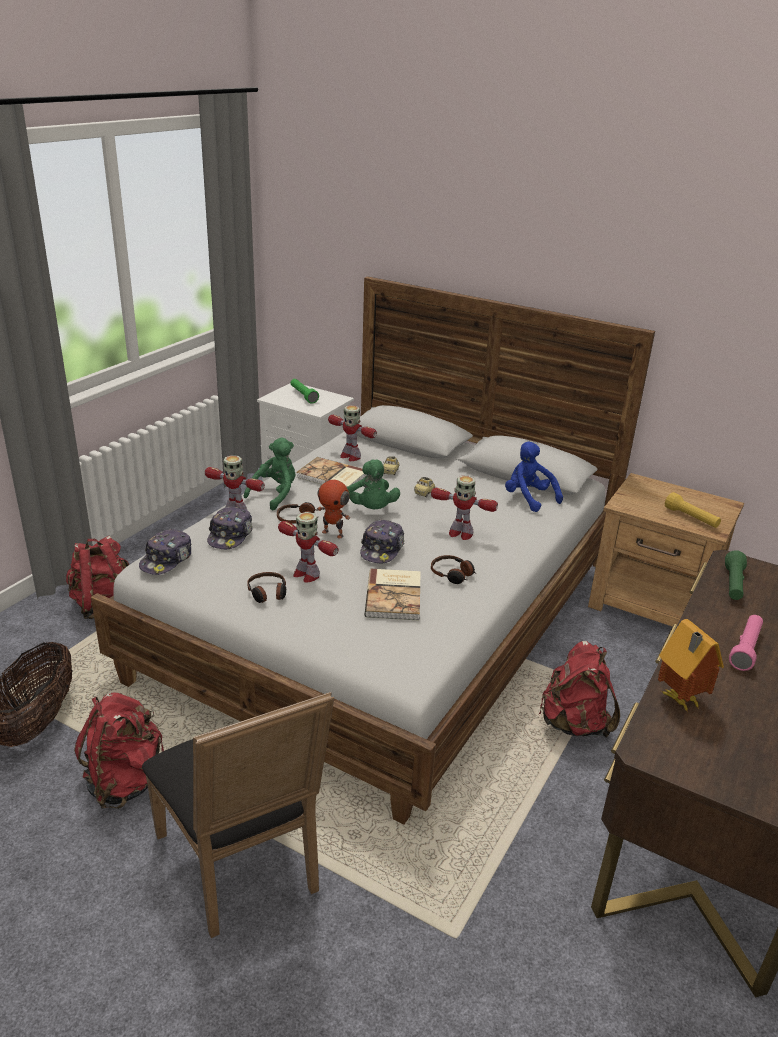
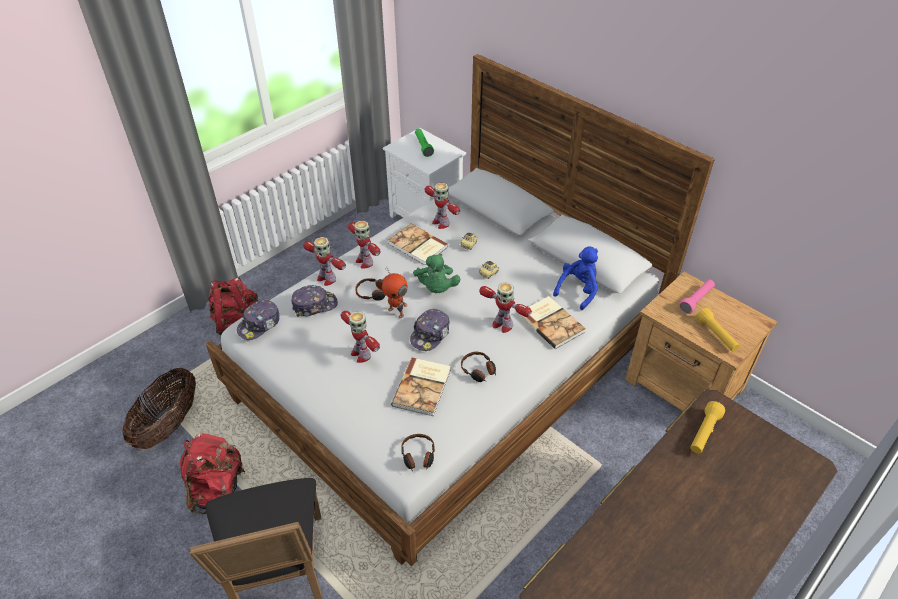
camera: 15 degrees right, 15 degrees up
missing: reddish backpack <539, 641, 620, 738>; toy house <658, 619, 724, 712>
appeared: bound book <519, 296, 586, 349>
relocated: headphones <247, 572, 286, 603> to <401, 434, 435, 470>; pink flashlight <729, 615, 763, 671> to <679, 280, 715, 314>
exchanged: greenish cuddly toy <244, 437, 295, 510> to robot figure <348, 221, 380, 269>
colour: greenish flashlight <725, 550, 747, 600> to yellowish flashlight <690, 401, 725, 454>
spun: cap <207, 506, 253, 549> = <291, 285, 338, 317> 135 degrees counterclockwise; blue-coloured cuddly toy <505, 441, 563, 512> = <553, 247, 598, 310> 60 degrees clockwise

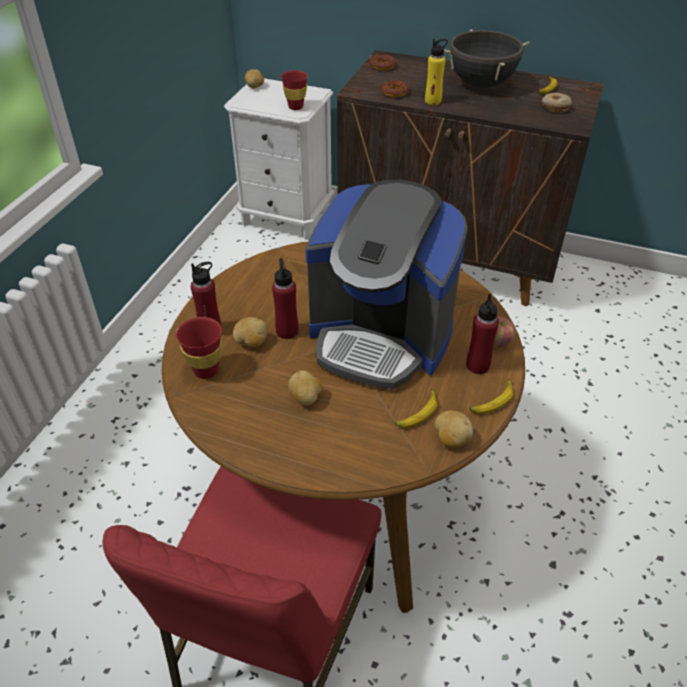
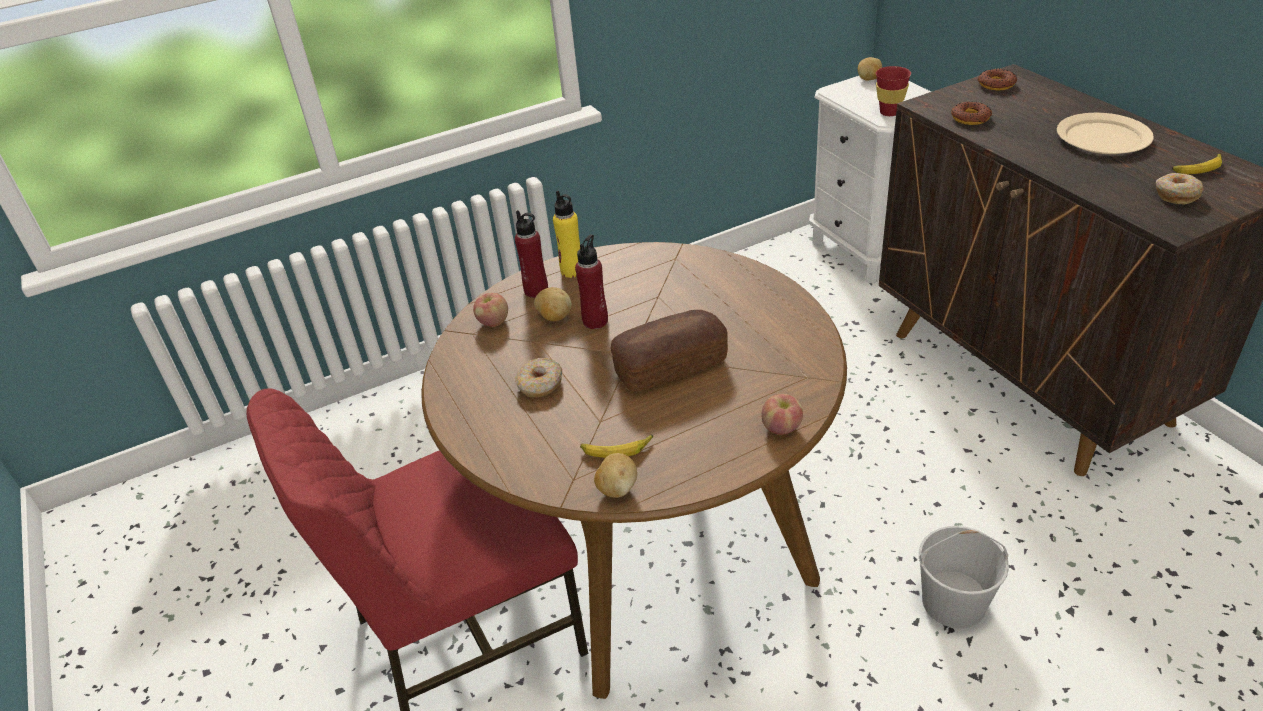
camera: 45 degrees right, 5 degrees down
missing: reddish drink bottle <466, 294, 499, 374>; banana fruit <470, 379, 513, 414>
appeared: white-coloured water bucket <919, 526, 1009, 629>
relocated: yellowish drink bottle <425, 39, 448, 105> to <553, 191, 580, 278>
exchanged: reddish small cup <176, 317, 222, 379> to apple fruit <473, 293, 508, 327>; whole potato <288, 370, 322, 405> to donut <515, 358, 562, 397>; coffee maker <305, 180, 467, 389> to baked bread <611, 310, 728, 392>; blackish saucepot <444, 29, 529, 88> to sand-coloured dinner plate <1057, 113, 1154, 154>

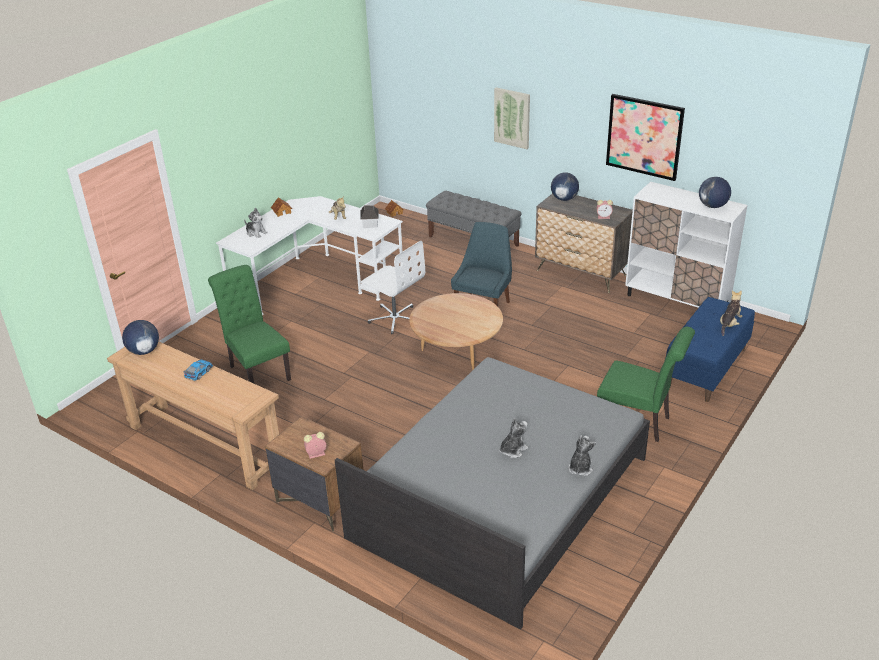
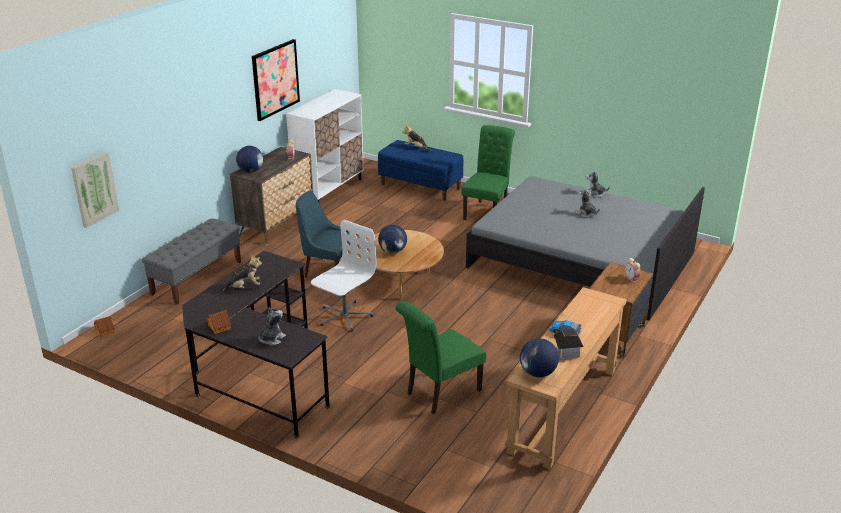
camera: 95 degrees left, 5 degrees down
relocated: toy house <360, 205, 378, 228> to <554, 329, 584, 359>; picture <494, 87, 530, 149> to <71, 152, 119, 228>; desk globe <699, 177, 731, 208> to <378, 225, 407, 254>
colour: white-coloured desk unit <216, 196, 403, 315> to blackish desk unit <182, 251, 330, 438>

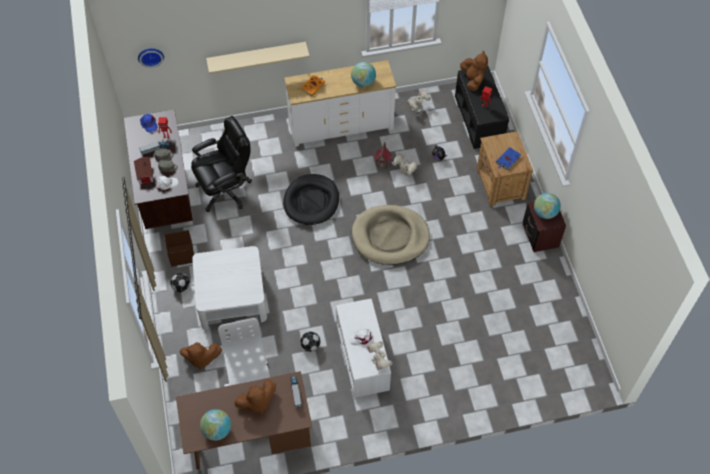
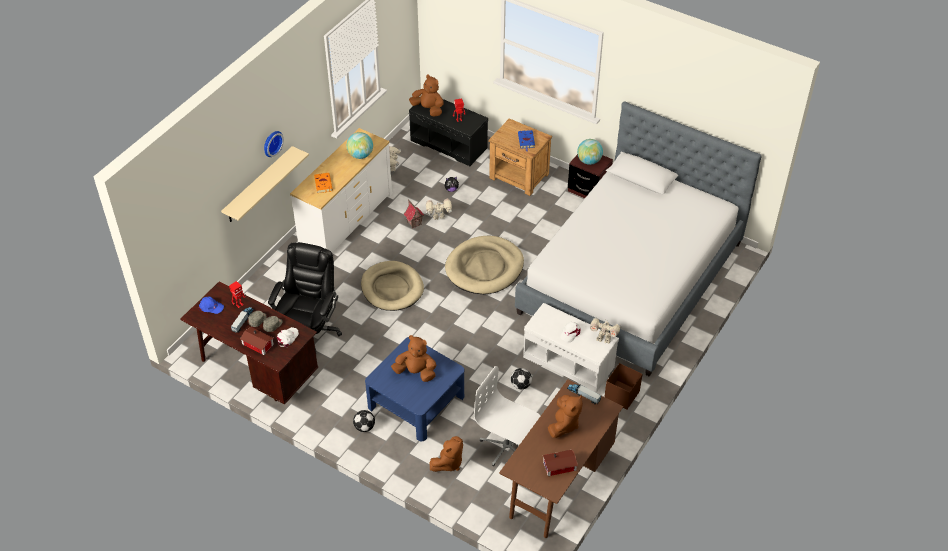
camera: 45 degrees left, 10 degrees down
appeared: brownish cuddly toy <391, 335, 436, 382>; sleeping bed <515, 101, 762, 376>
relocated: wall clock <138, 48, 164, 68> to <264, 131, 284, 157>; brownish storage box <165, 230, 194, 267> to <604, 363, 643, 409>
exchanged: desk globe <200, 409, 231, 441> to toy house <543, 450, 578, 476>
colour: white-coloured coffee table <192, 246, 267, 330> to blue-coloured coffee table <365, 337, 464, 441>; blackish pet bed <283, 174, 339, 225> to sand-coloured pet bed <361, 261, 424, 311>

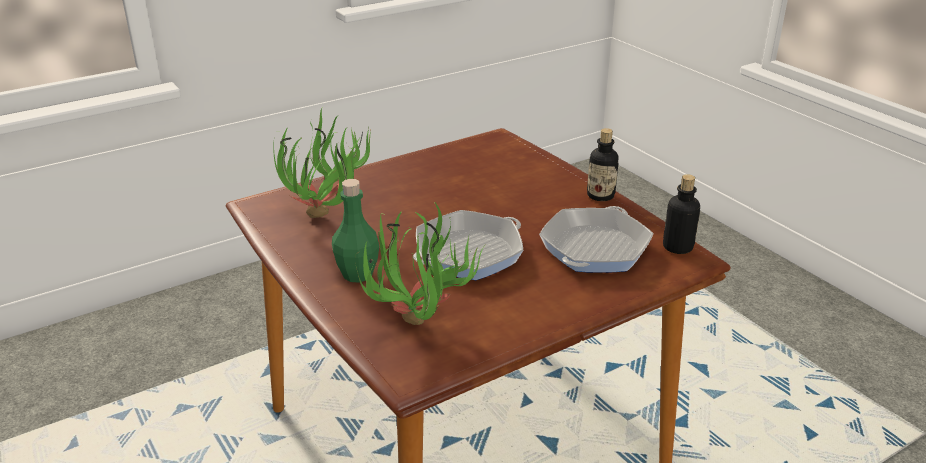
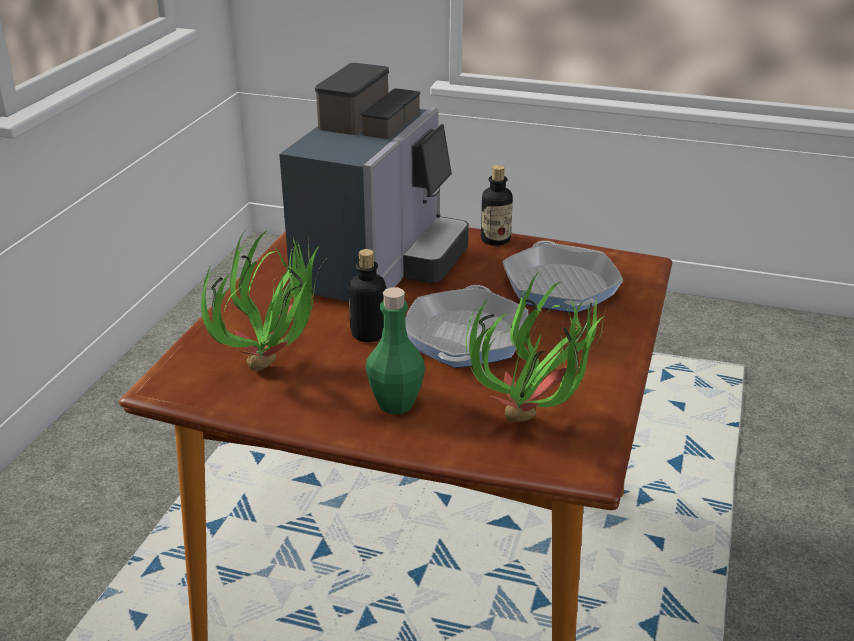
camera: 40 degrees left, 0 degrees up
appeared: coffee maker <279, 63, 469, 302>
relocated: drink bottle <663, 174, 700, 254> to <348, 249, 387, 342>

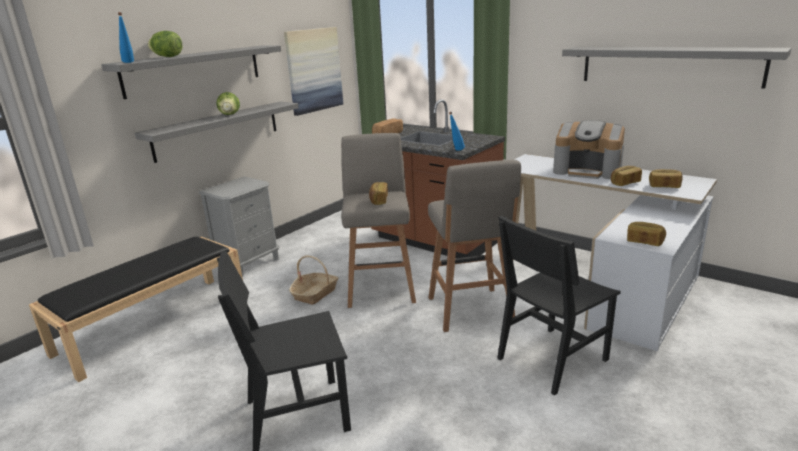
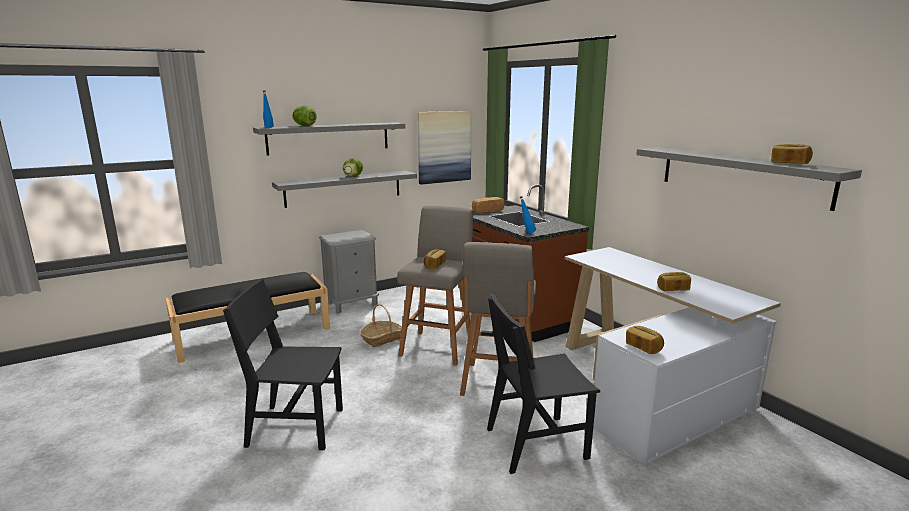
camera: 20 degrees right, 5 degrees down
missing: coffee maker <553, 120, 625, 179>
relocated: baked bread <649, 169, 683, 188> to <771, 144, 813, 164>

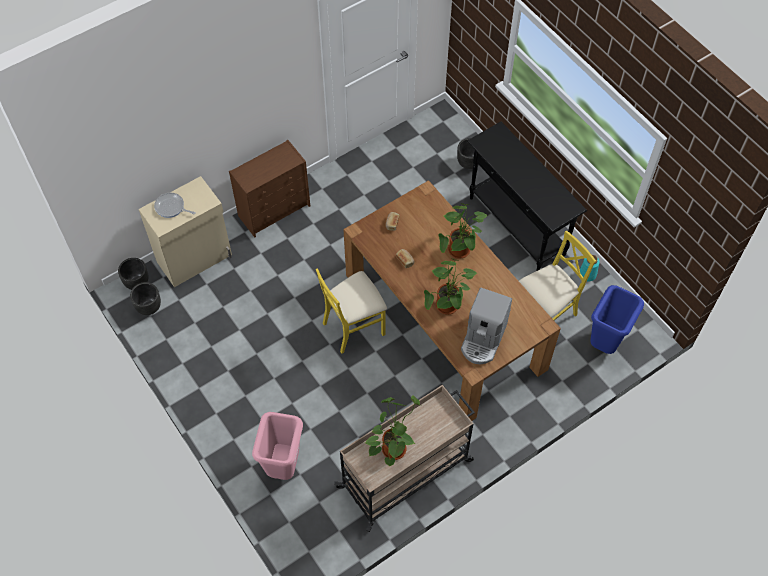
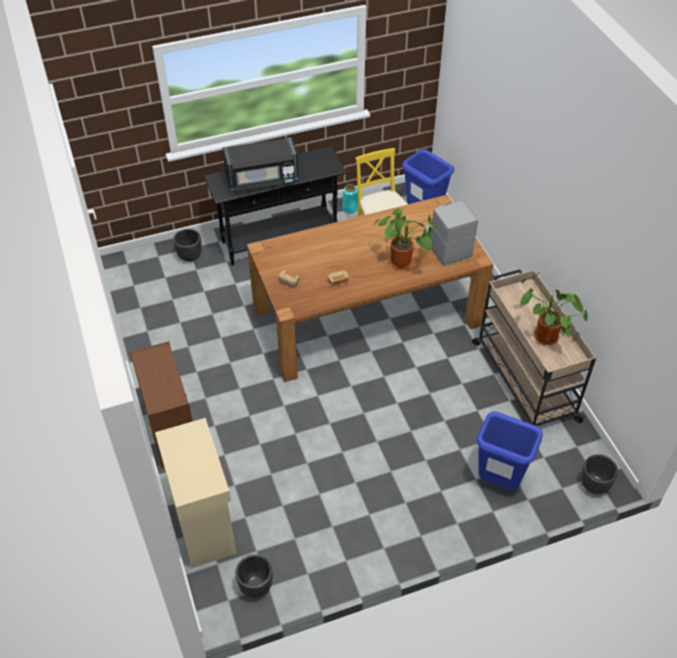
camera: 75 degrees left, 10 degrees down
missing: pan <154, 193, 196, 218>; yellowish chair <316, 268, 387, 354>; potted plant <439, 203, 488, 259>
appeared: blackish microwave oven <223, 137, 299, 193>
relocated: blackish flower pot <118, 258, 149, 290> to <581, 454, 618, 494>
colour: pink waste bin <252, 412, 303, 480> to blue-coloured waste bin <477, 411, 543, 490>
spun: coffee maker <461, 287, 512, 364> = <423, 201, 478, 266> 150 degrees counterclockwise

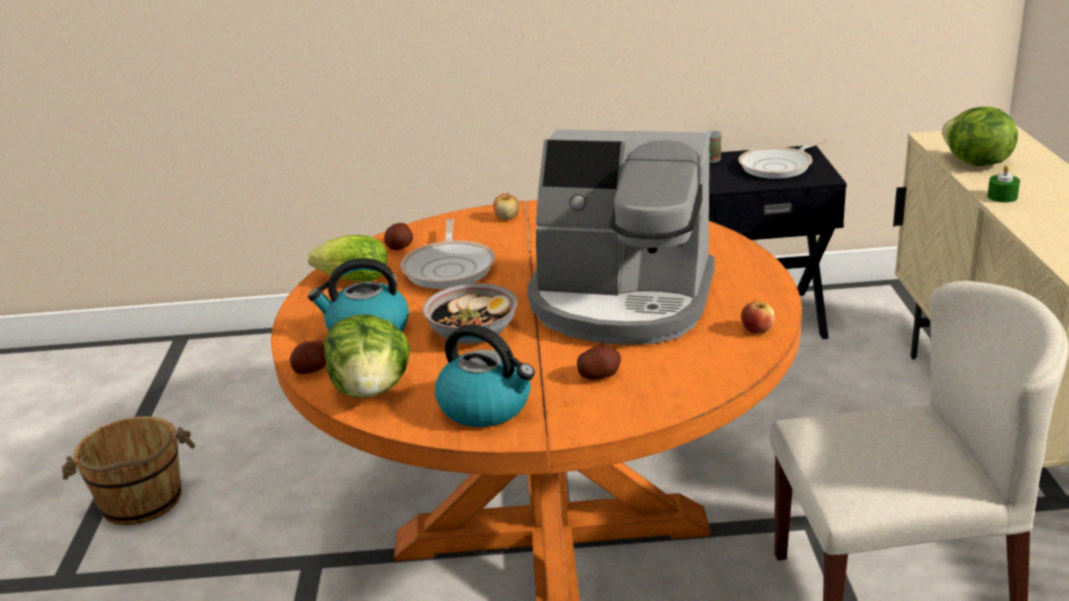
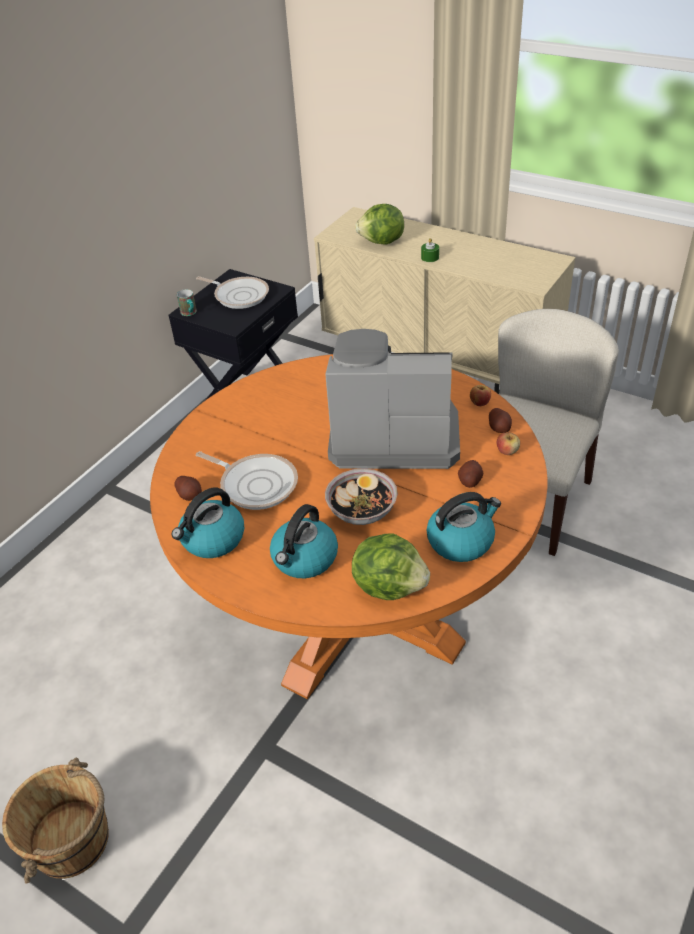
camera: 55 degrees left, 15 degrees up
relocated: whole potato <290, 340, 326, 374> to <489, 408, 512, 433>; apple fruit <494, 192, 519, 220> to <497, 431, 520, 455>
exchanged: lettuce head <308, 235, 388, 282> to tea kettle <171, 487, 244, 558>
spun: coffee maker <527, 129, 715, 345> = <325, 329, 460, 469> 135 degrees counterclockwise; pan <738, 139, 829, 179> = <196, 276, 269, 309> 60 degrees counterclockwise

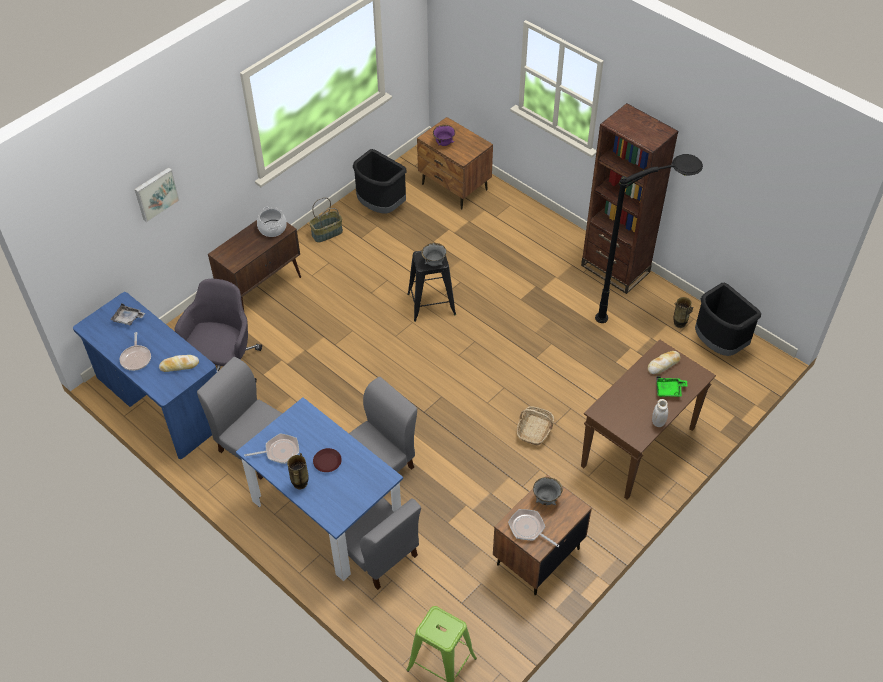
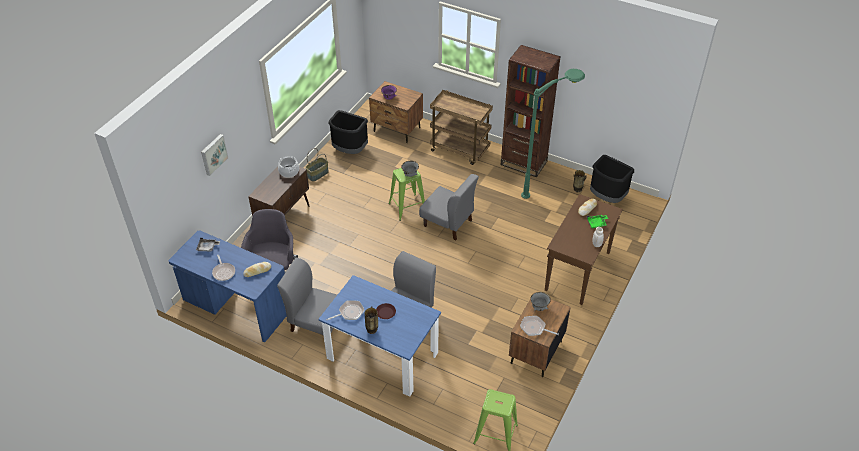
camera: 15 degrees left, 5 degrees down
missing: basket <517, 406, 554, 445>
appeared: brownish cart <430, 90, 493, 165>
relocated: grey chair <328, 497, 421, 590> to <419, 174, 479, 241>
colour: blackish stool seat <407, 251, 456, 322> to greenish stool seat <389, 168, 425, 221>; blackish floor lamp <595, 154, 703, 323> to greenish floor lamp <521, 69, 585, 199>

